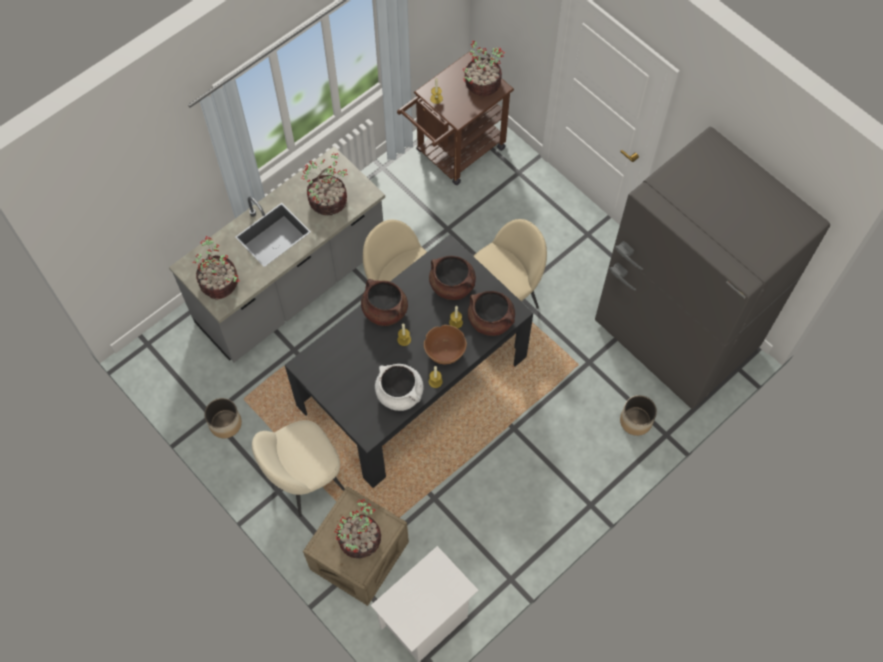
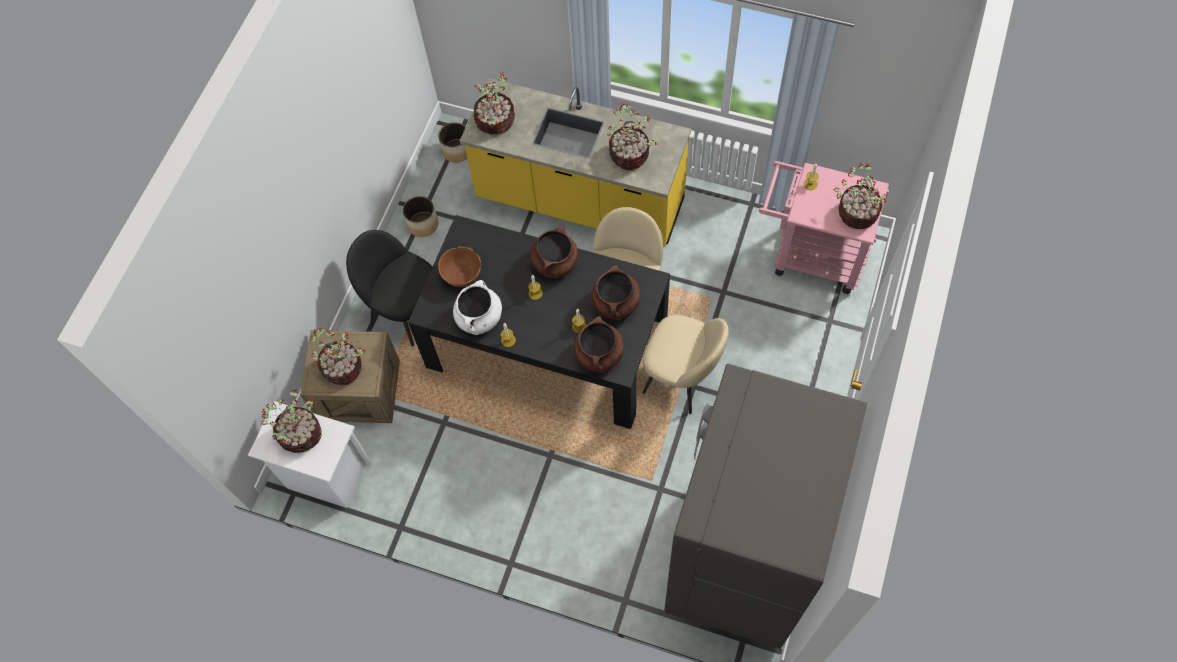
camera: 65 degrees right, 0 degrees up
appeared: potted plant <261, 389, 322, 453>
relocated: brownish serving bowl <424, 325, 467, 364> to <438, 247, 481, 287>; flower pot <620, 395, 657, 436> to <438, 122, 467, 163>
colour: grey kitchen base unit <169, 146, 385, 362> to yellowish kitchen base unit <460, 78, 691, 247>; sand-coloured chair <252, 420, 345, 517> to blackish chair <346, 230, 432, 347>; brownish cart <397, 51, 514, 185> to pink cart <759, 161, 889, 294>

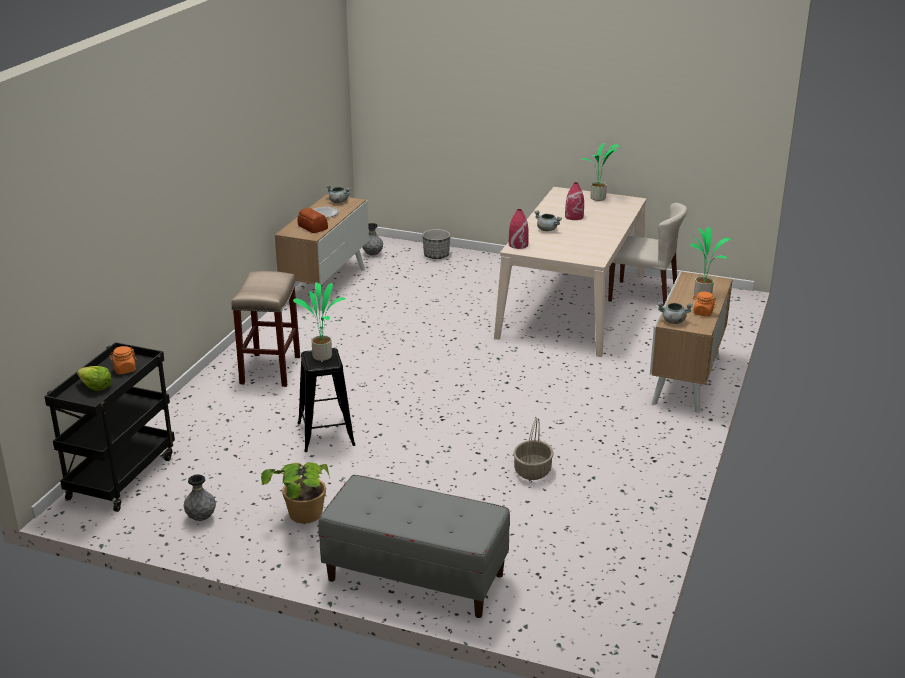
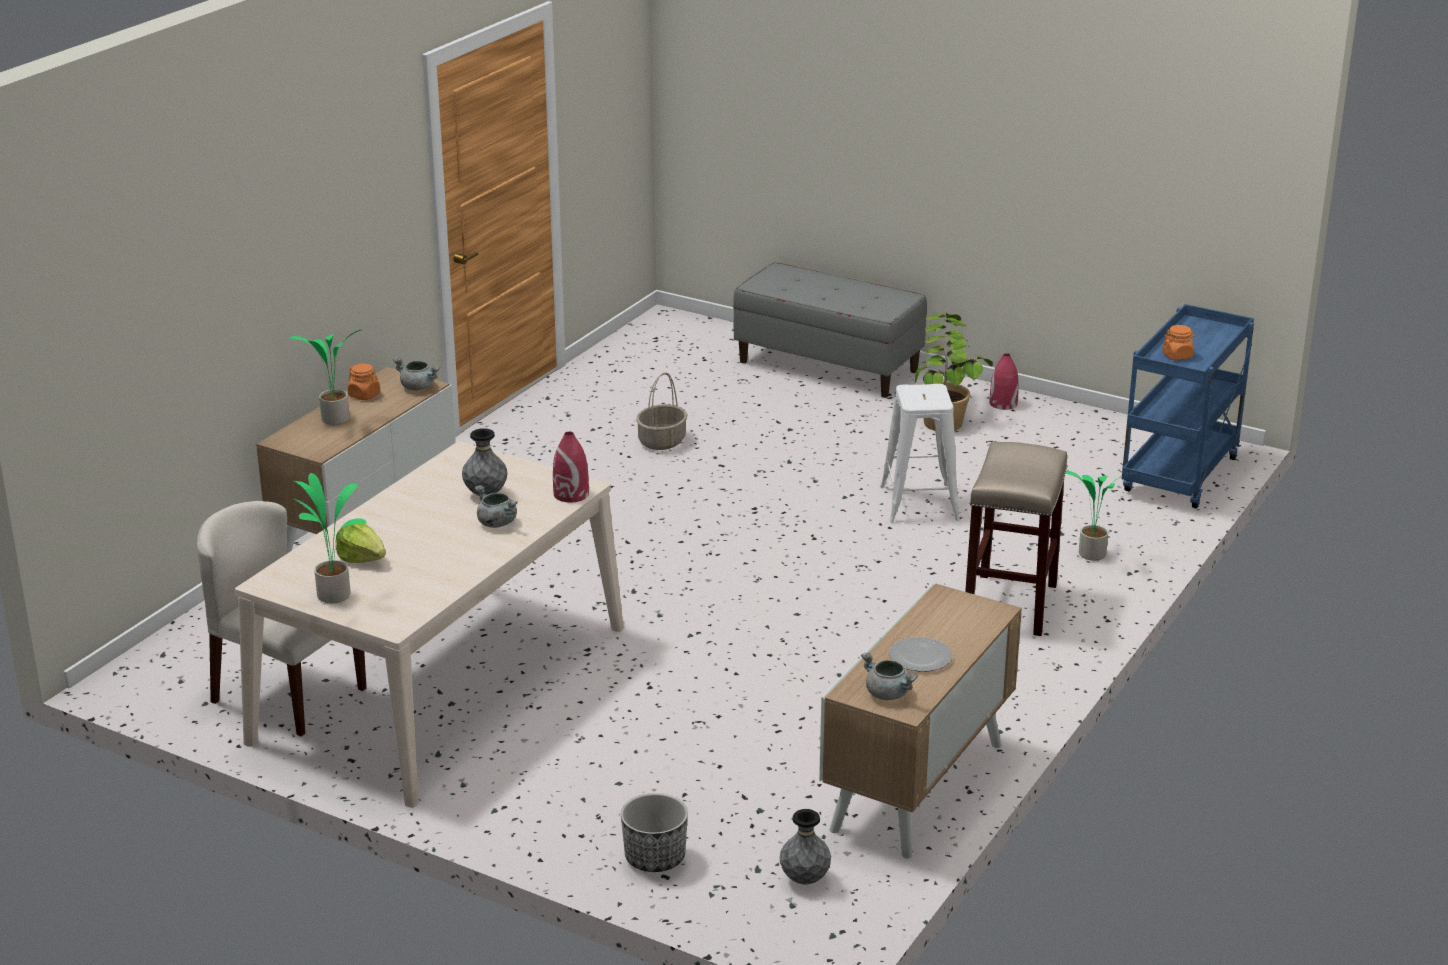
camera: 170 degrees left, 0 degrees up
missing: baked bread <298, 208, 328, 233>
relocated: lettuce head <77, 366, 113, 391> to <336, 524, 386, 563>; grey flower vase <184, 474, 216, 521> to <462, 428, 507, 496>; potted plant <293, 282, 345, 361> to <1065, 471, 1131, 561>; reddish flower vase <565, 182, 584, 220> to <989, 353, 1019, 410>
colour: blackish cart <44, 342, 175, 512> to blue-coloured cart <1122, 304, 1254, 508>; blackish stool seat <298, 348, 355, 452> to white-coloured stool seat <880, 384, 960, 523>

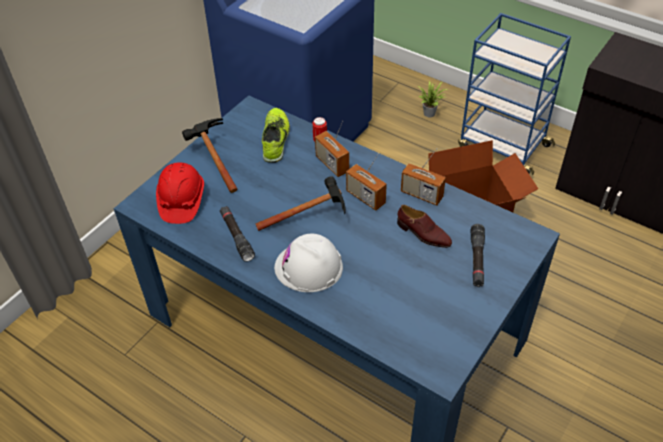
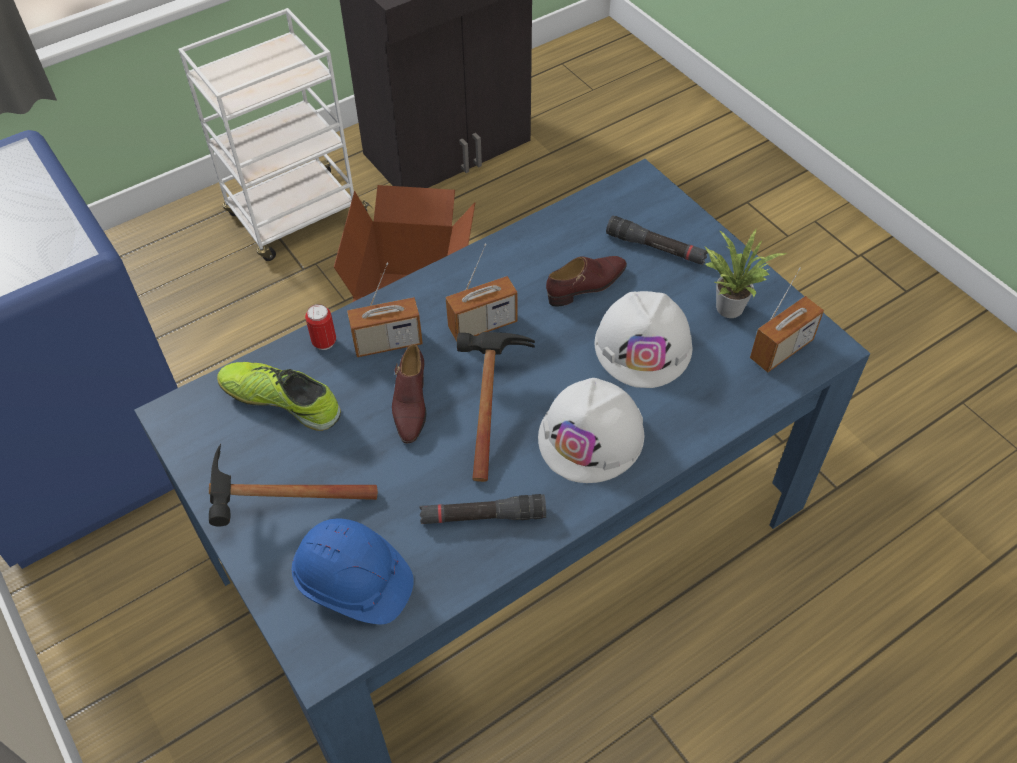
camera: 70 degrees left, 5 degrees up
appeared: brownish item of footwear <392, 344, 426, 443>; white-coloured safety helmet <595, 291, 692, 388>
relocated: radio receiver <401, 148, 446, 205> to <750, 268, 824, 372>; potted plant <418, 81, 449, 117> to <705, 229, 787, 318>
colour: reddish safety helmet <156, 162, 204, 224> to blue-coloured safety helmet <292, 519, 414, 624>; blue-coloured cart <458, 13, 571, 176> to white-coloured cart <178, 8, 371, 261>

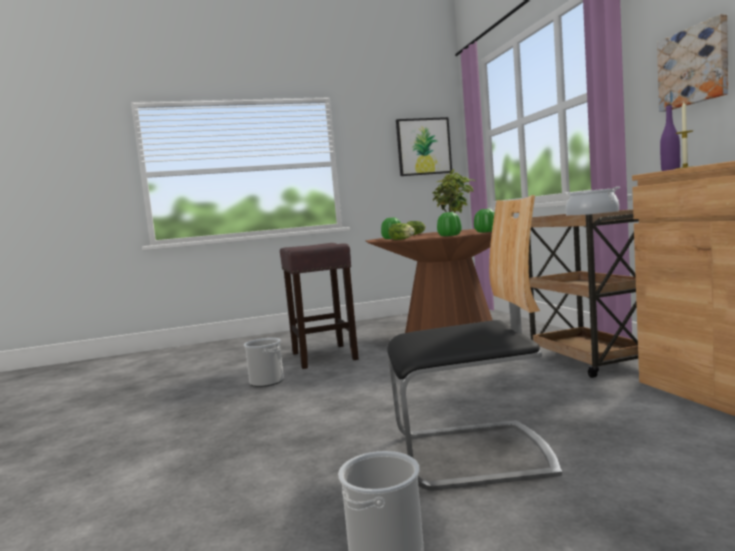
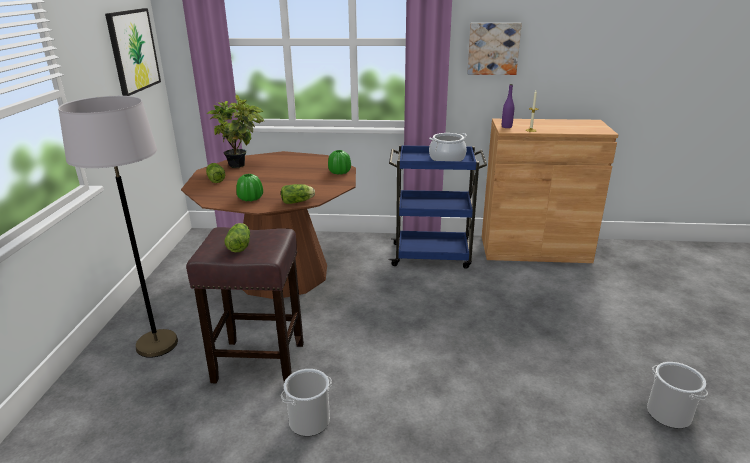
camera: 70 degrees left, 20 degrees up
missing: chair <387, 195, 562, 491>; greenish flower vase <437, 212, 462, 236>
appeared: grey floor lamp <58, 96, 178, 358>; lettuce head <224, 223, 250, 252>
colour: brownish cart <529, 210, 639, 378> to blue-coloured cart <389, 145, 487, 269>

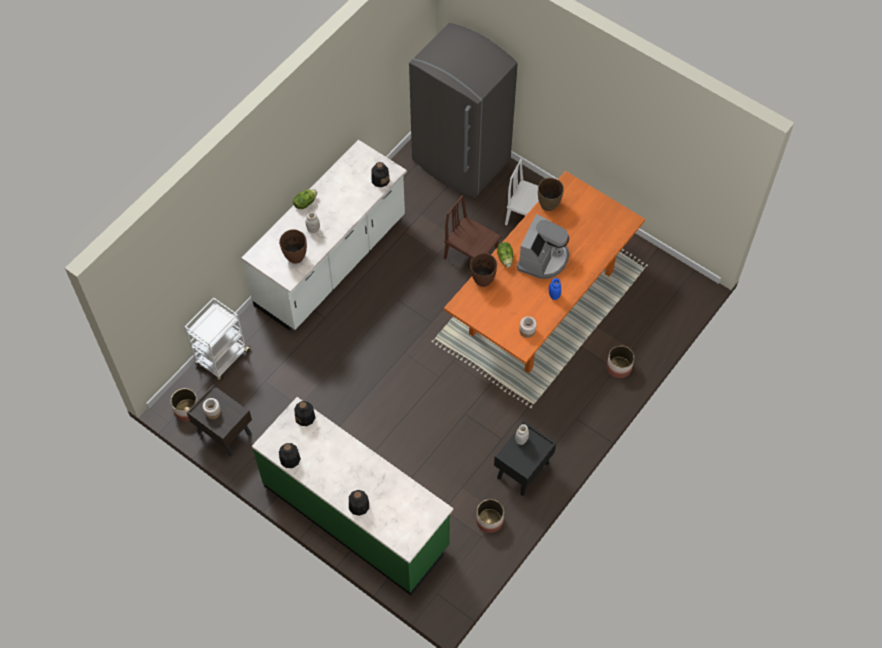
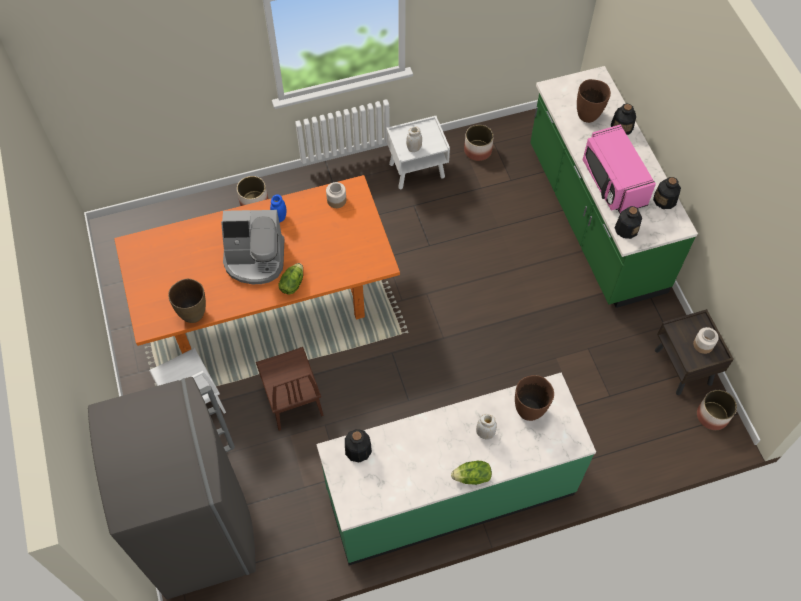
camera: 145 degrees left, 0 degrees up
missing: white-coloured cart <185, 297, 251, 381>
appeared: pink microwave oven <583, 125, 656, 213>
relocated: brownish flower vase <470, 253, 497, 287> to <577, 79, 611, 123>
colour: white-coloured kitchen base unit <241, 140, 407, 331> to greenish kitchen base unit <316, 373, 596, 565>; blackish night table <494, 421, 556, 496> to white-coloured night table <387, 116, 450, 189>
spun: coffee maker <517, 214, 569, 279> = <221, 210, 284, 284> 150 degrees counterclockwise

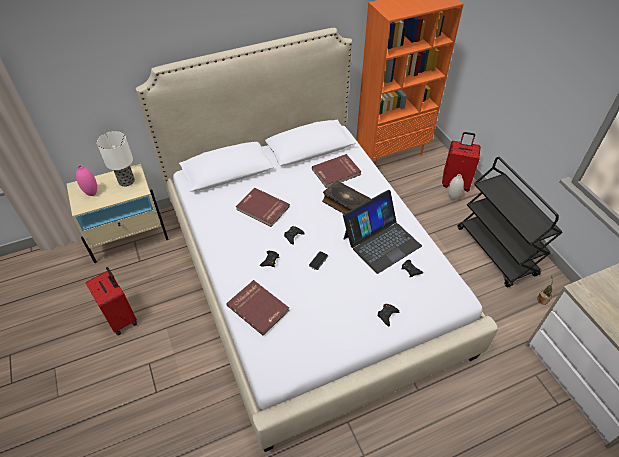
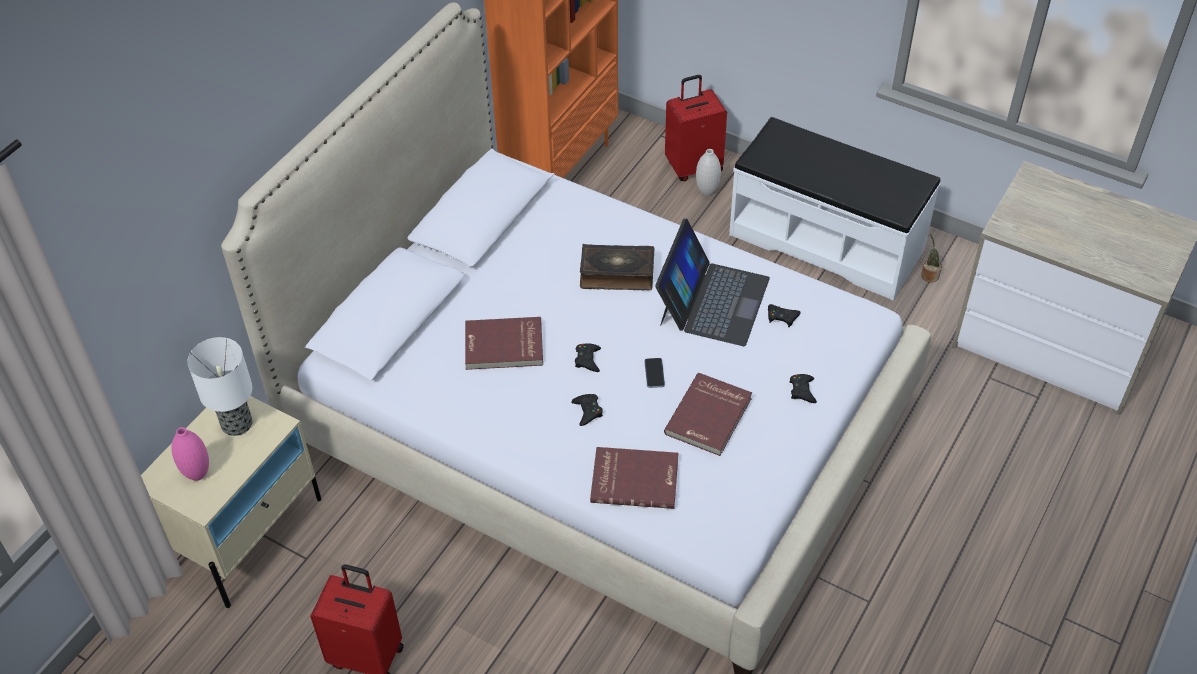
camera: 35 degrees left, 0 degrees up
relocated: reddish bound book <312, 154, 362, 188> to <664, 373, 752, 456>
exchanged: blackish cart <458, 157, 563, 288> to white-coloured long seat <729, 117, 940, 300>

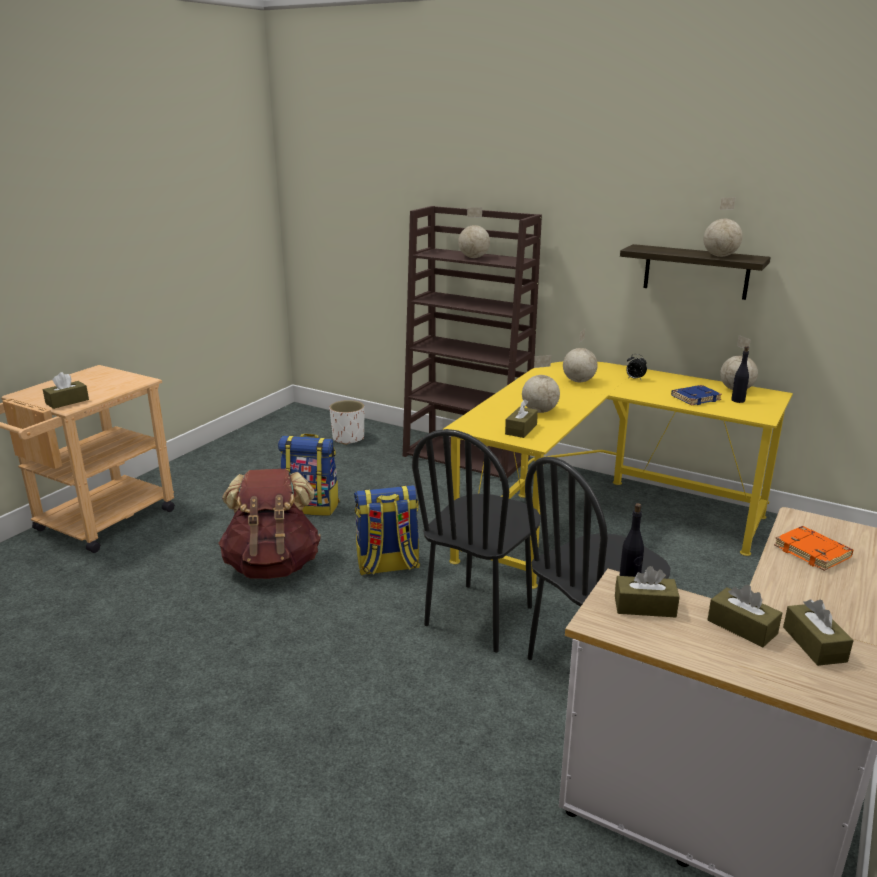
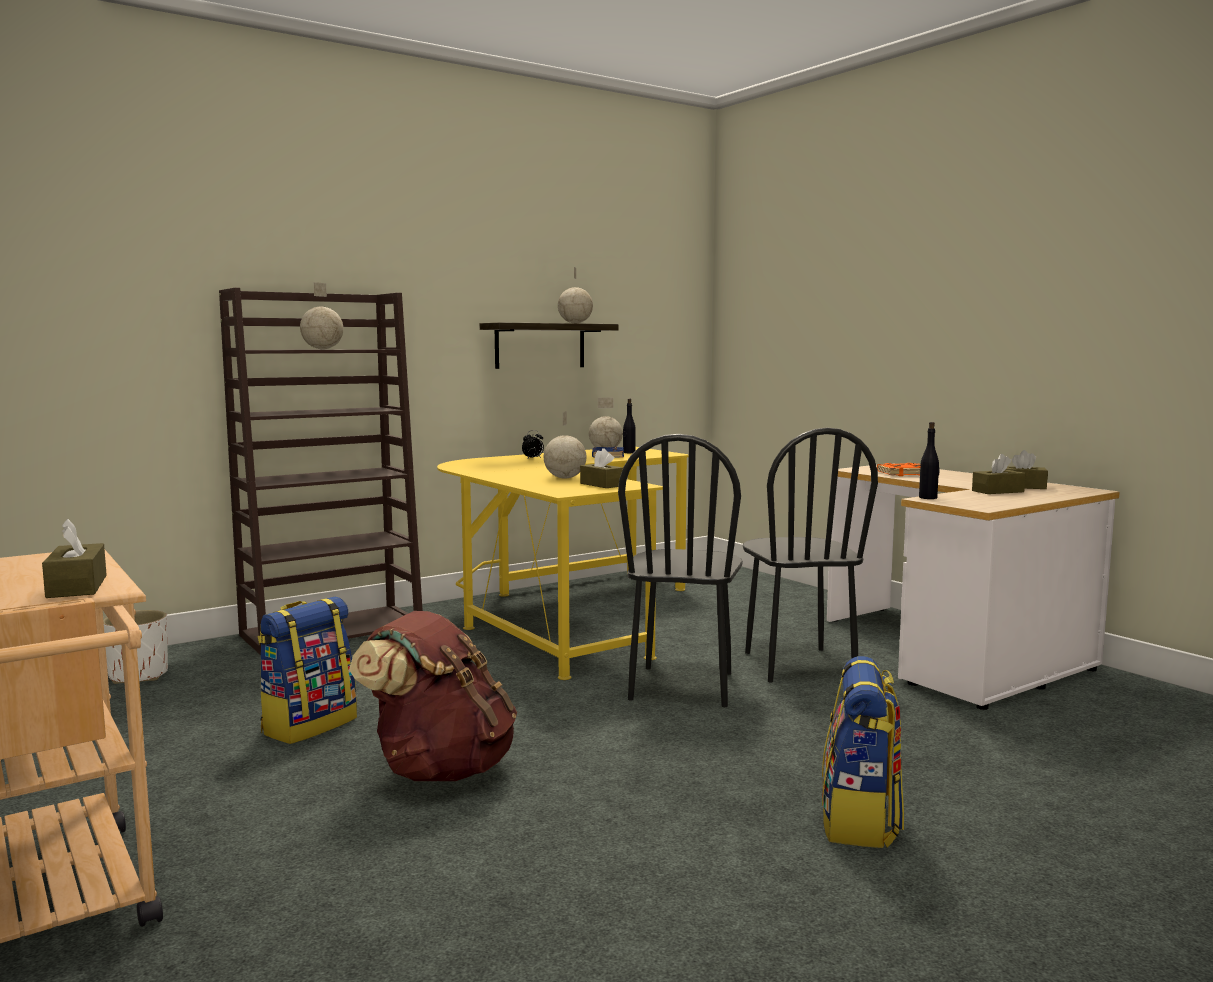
camera: 65 degrees left, 15 degrees down
missing: desk globe <563, 329, 598, 382>; brownish tissue box <615, 566, 680, 617>
relocated: backpack <354, 485, 420, 575> to <822, 656, 904, 848>
spun: blackish chair <412, 429, 540, 653> = <618, 434, 743, 707> 45 degrees clockwise

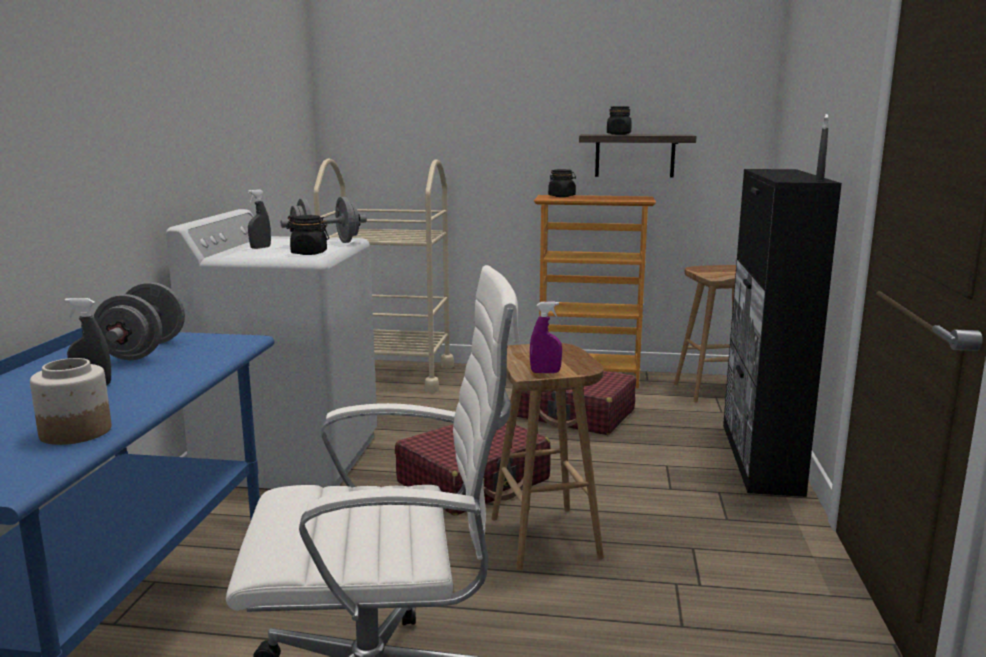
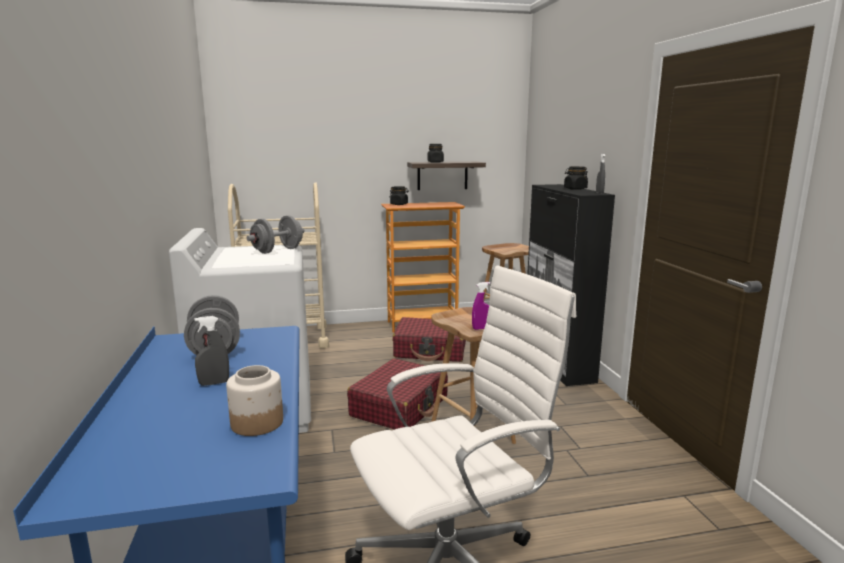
camera: 20 degrees left, 0 degrees up
missing: grey spray bottle <248, 189, 271, 249>
relocated: blackish preserve jar <286, 215, 329, 255> to <564, 166, 588, 190>

